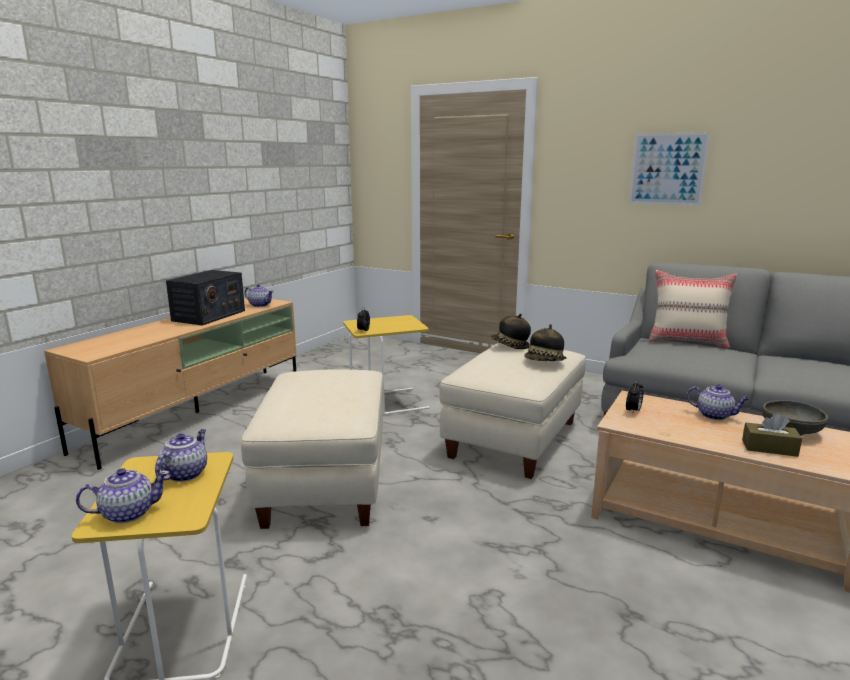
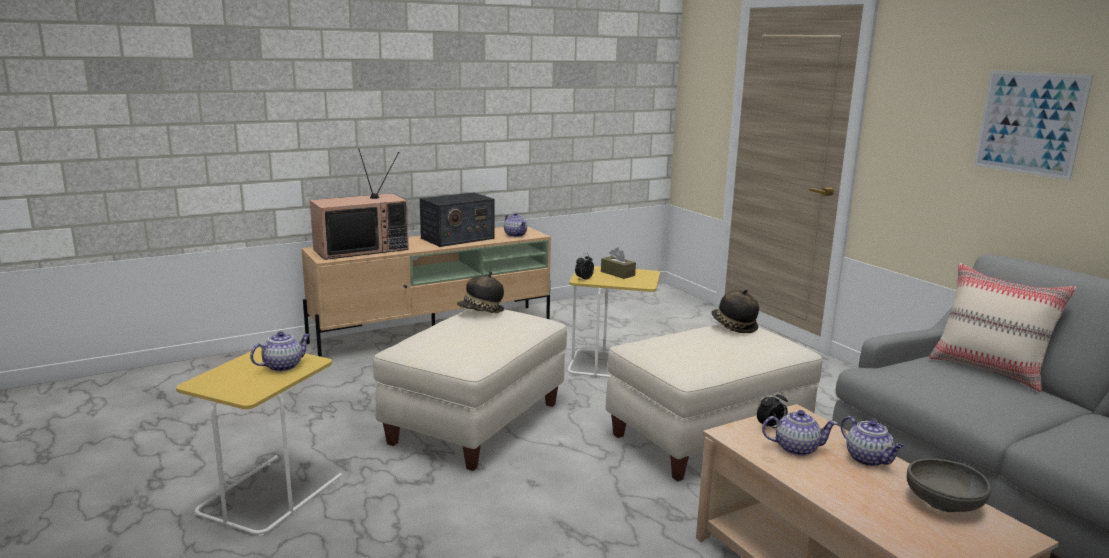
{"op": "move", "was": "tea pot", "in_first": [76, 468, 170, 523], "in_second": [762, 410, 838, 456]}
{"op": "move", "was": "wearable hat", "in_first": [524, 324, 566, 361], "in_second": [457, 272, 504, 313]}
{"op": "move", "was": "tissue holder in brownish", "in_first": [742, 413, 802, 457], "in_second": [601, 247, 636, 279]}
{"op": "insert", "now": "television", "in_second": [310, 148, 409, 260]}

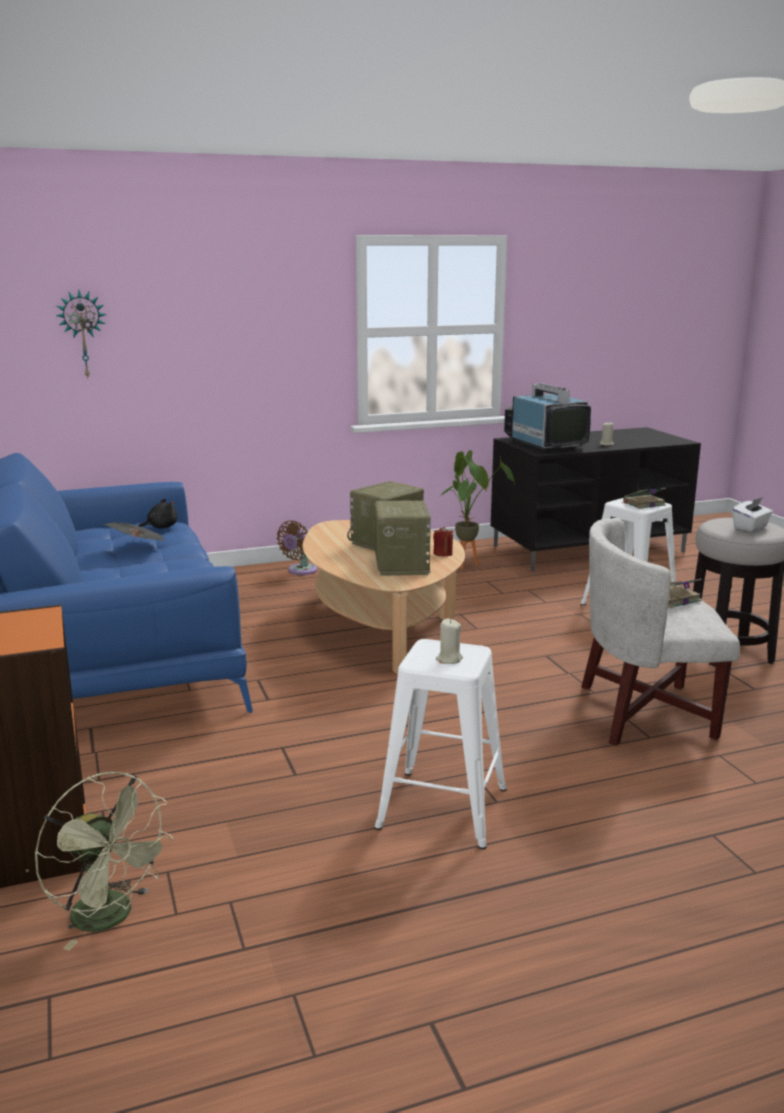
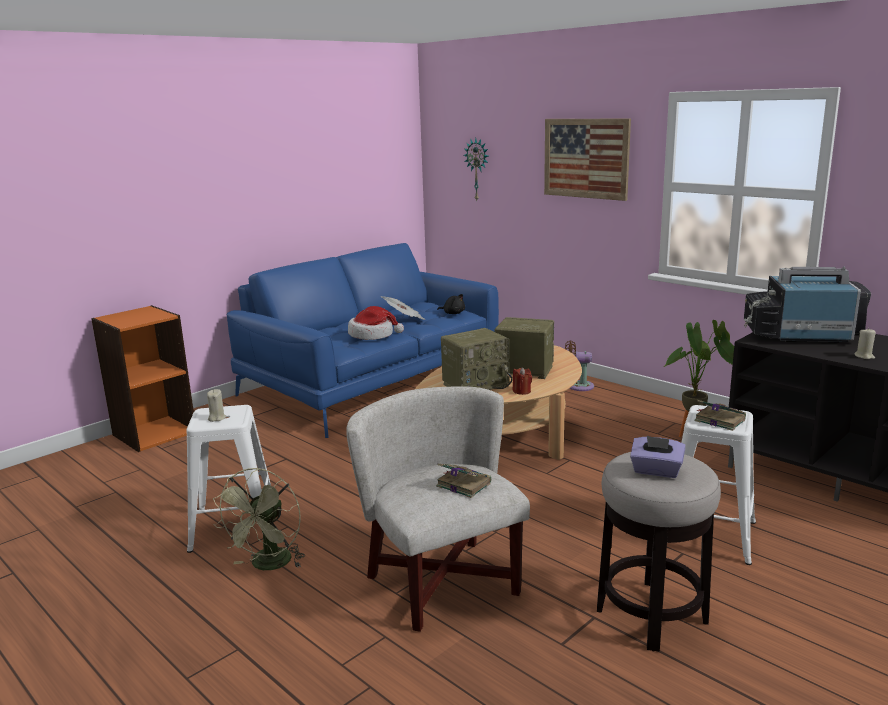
{"op": "move", "was": "cooling fan in green-coloured", "in_first": [34, 772, 173, 950], "in_second": [213, 468, 305, 570]}
{"op": "rotate", "was": "television", "in_first": [504, 383, 591, 451], "in_second": [744, 266, 871, 343], "clockwise": -120}
{"op": "recolor", "was": "tissue holder in whitish", "now": "tissue holder in purple-coloured", "in_first": [732, 497, 773, 532], "in_second": [630, 436, 686, 478]}
{"op": "insert", "now": "wearable hat", "in_second": [348, 306, 404, 340]}
{"op": "insert", "now": "wall picture", "in_second": [544, 119, 631, 201]}

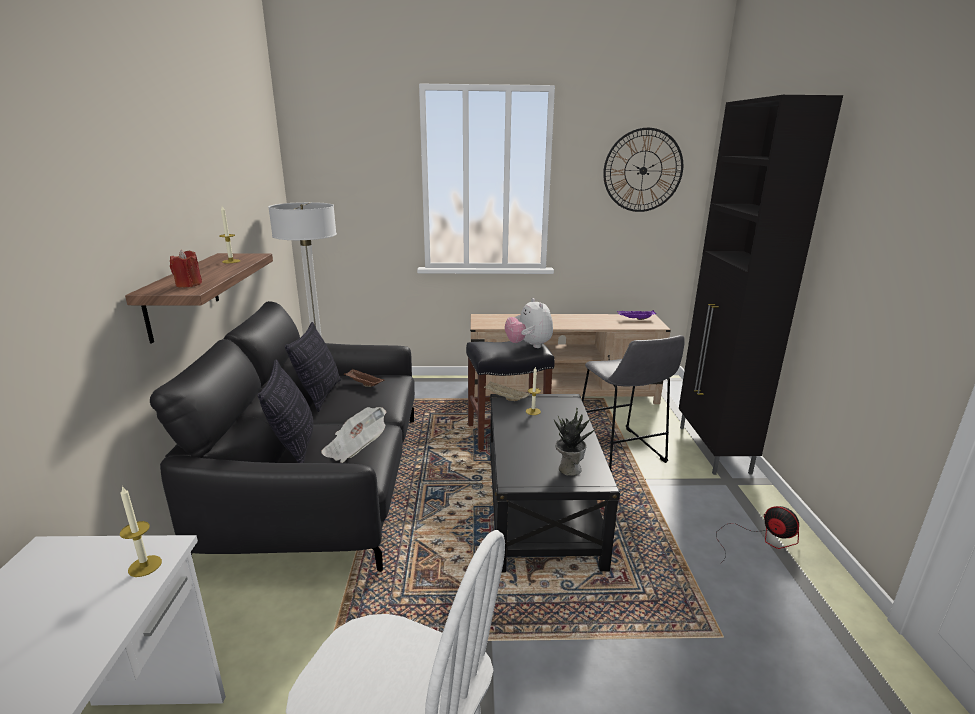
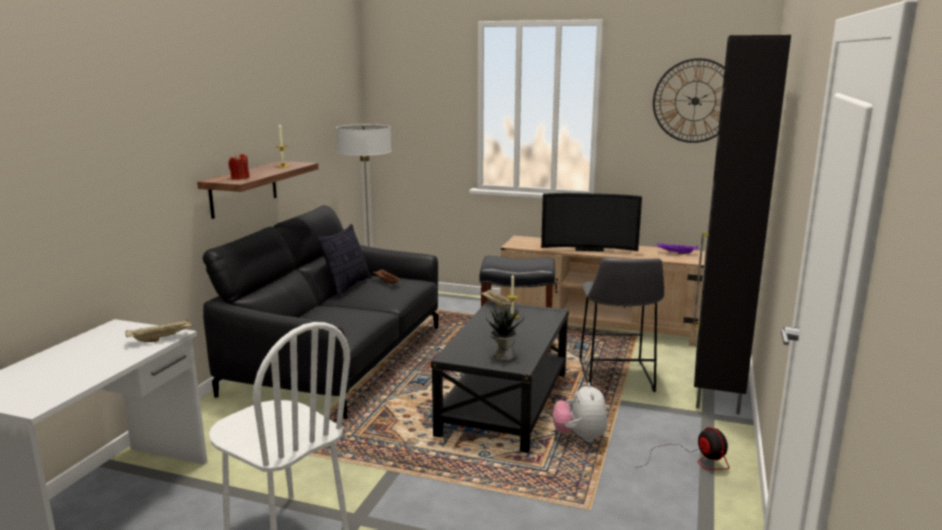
{"op": "replace", "was": "wax light", "now": "tray in beige", "in_first": [120, 486, 162, 577], "in_second": [125, 319, 193, 342]}
{"op": "delete", "was": "cushion", "in_first": [258, 359, 313, 463]}
{"op": "delete", "was": "daily paper", "in_first": [321, 407, 387, 463]}
{"op": "move", "was": "plush toy", "in_first": [505, 298, 553, 348], "in_second": [553, 382, 608, 442]}
{"op": "insert", "now": "television", "in_second": [541, 193, 642, 252]}

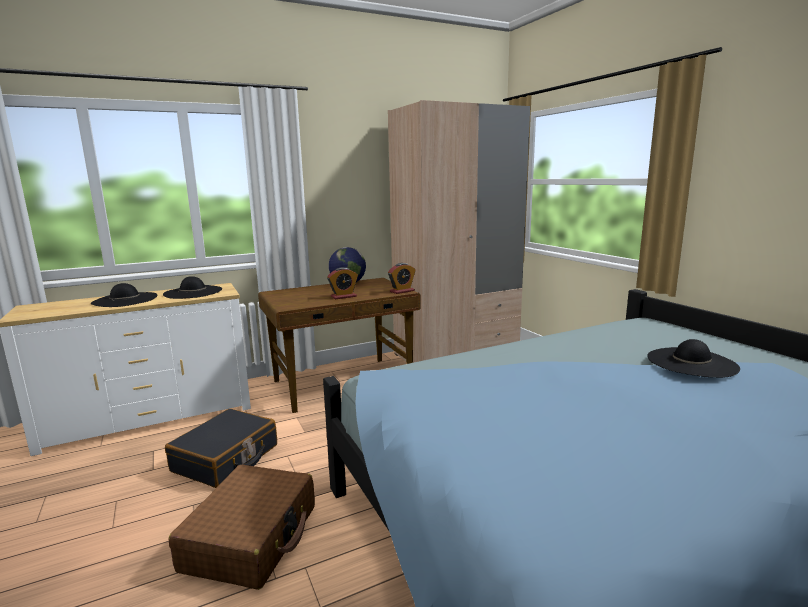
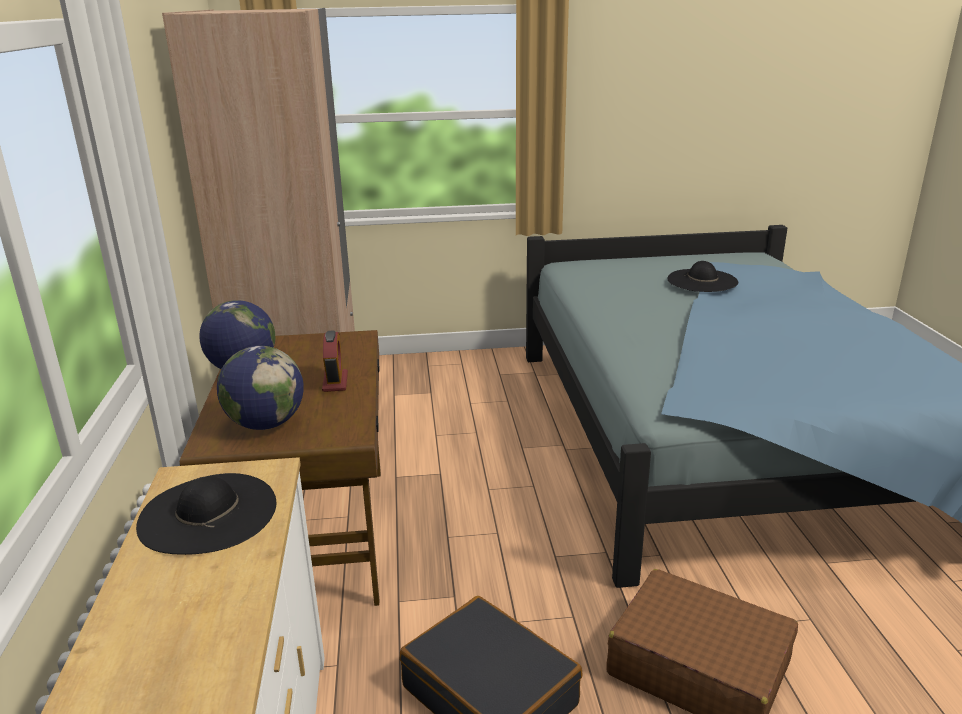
{"op": "delete", "was": "wearable hat in black", "in_first": [91, 283, 158, 307]}
{"op": "delete", "was": "table clock", "in_first": [388, 263, 416, 294]}
{"op": "insert", "now": "desk globe", "in_second": [217, 346, 304, 430]}

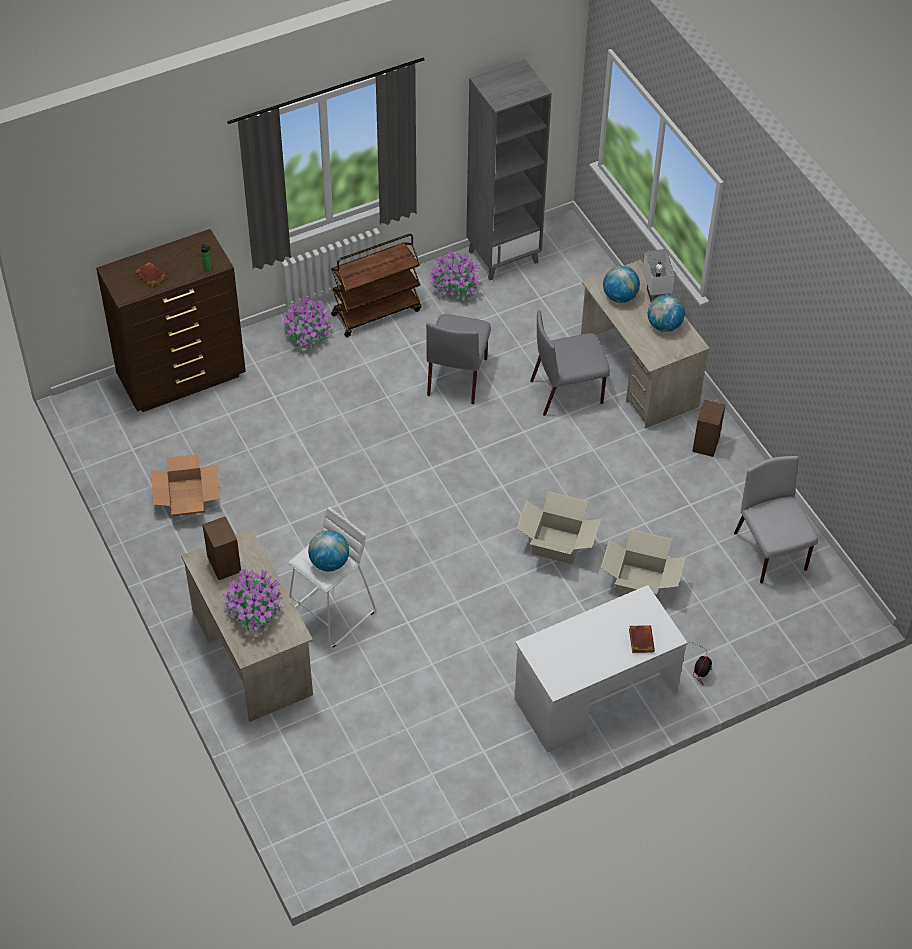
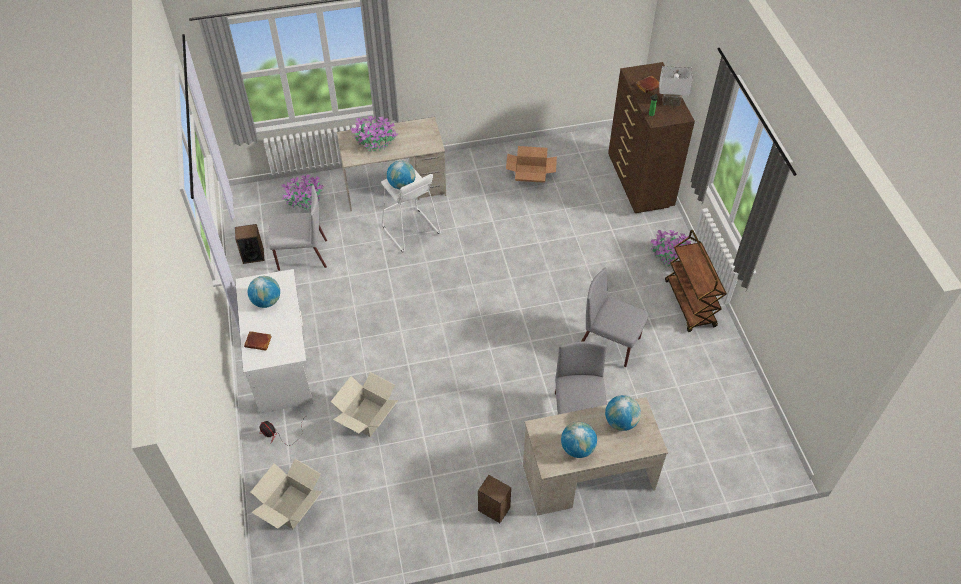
{"op": "move", "was": "loudspeaker", "in_first": [203, 516, 241, 580], "in_second": [235, 224, 264, 264]}
{"op": "move", "was": "plant in a pot", "in_first": [430, 250, 481, 301], "in_second": [281, 174, 324, 210]}
{"op": "delete", "was": "shelving unit in greyish", "in_first": [466, 60, 552, 280]}
{"op": "move", "was": "carton", "in_first": [516, 491, 601, 564], "in_second": [251, 459, 322, 529]}
{"op": "move", "was": "table lamp in whitish", "in_first": [643, 249, 675, 302], "in_second": [659, 66, 692, 106]}
{"op": "move", "was": "plain chair in greyish", "in_first": [734, 456, 818, 583], "in_second": [268, 185, 327, 271]}
{"op": "insert", "now": "desk globe", "in_second": [248, 276, 280, 308]}

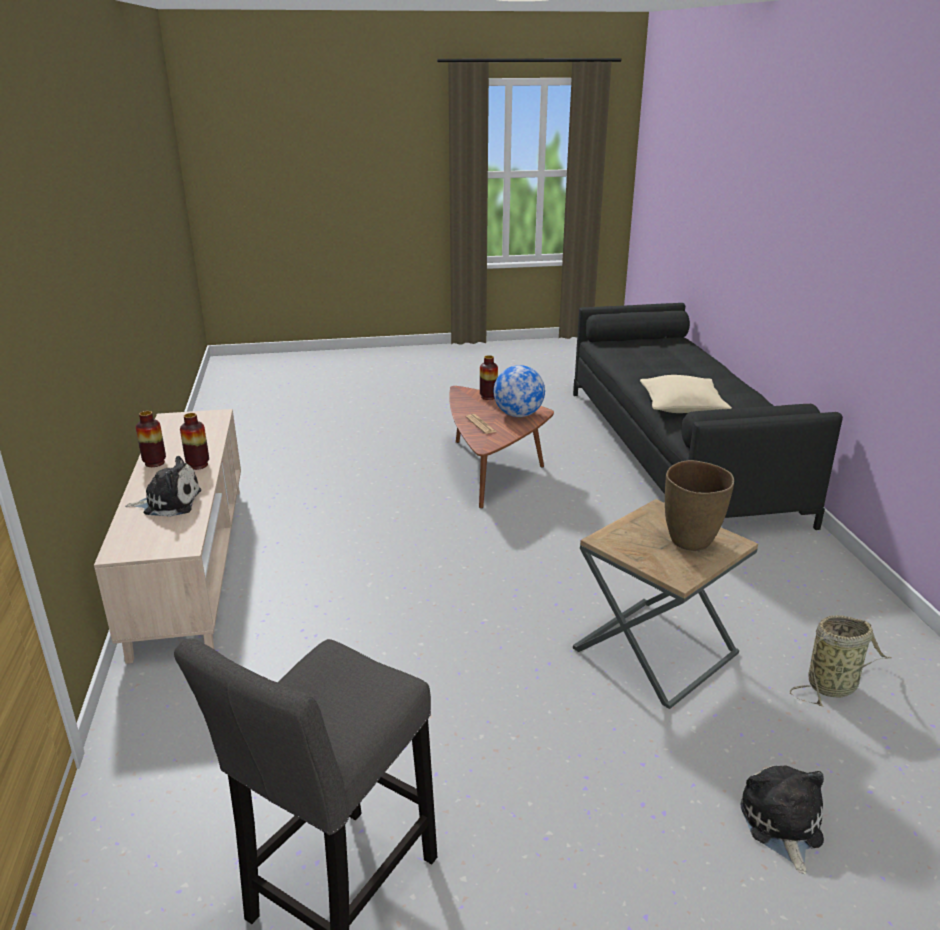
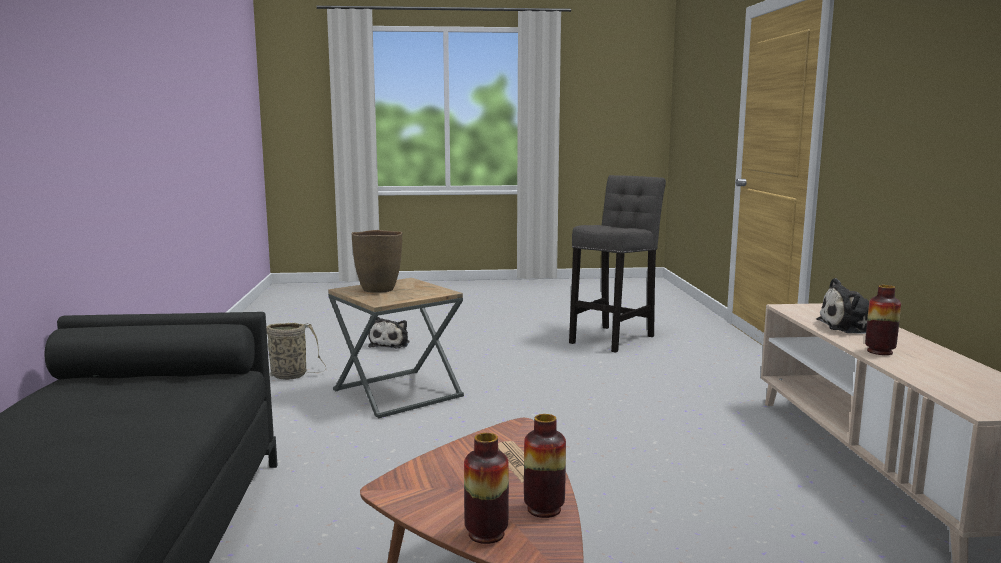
{"op": "move", "was": "vase", "in_first": [136, 411, 166, 467], "in_second": [524, 414, 566, 518]}
{"op": "delete", "was": "desk globe", "in_first": [494, 365, 545, 417]}
{"op": "delete", "was": "cushion in beige", "in_first": [640, 375, 732, 413]}

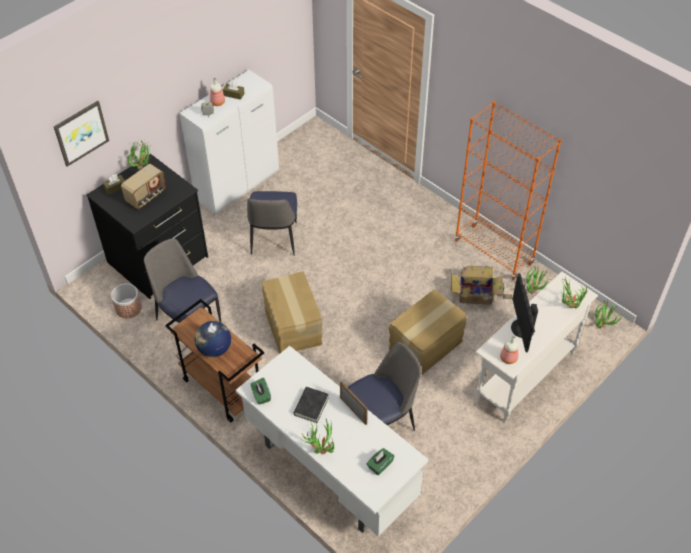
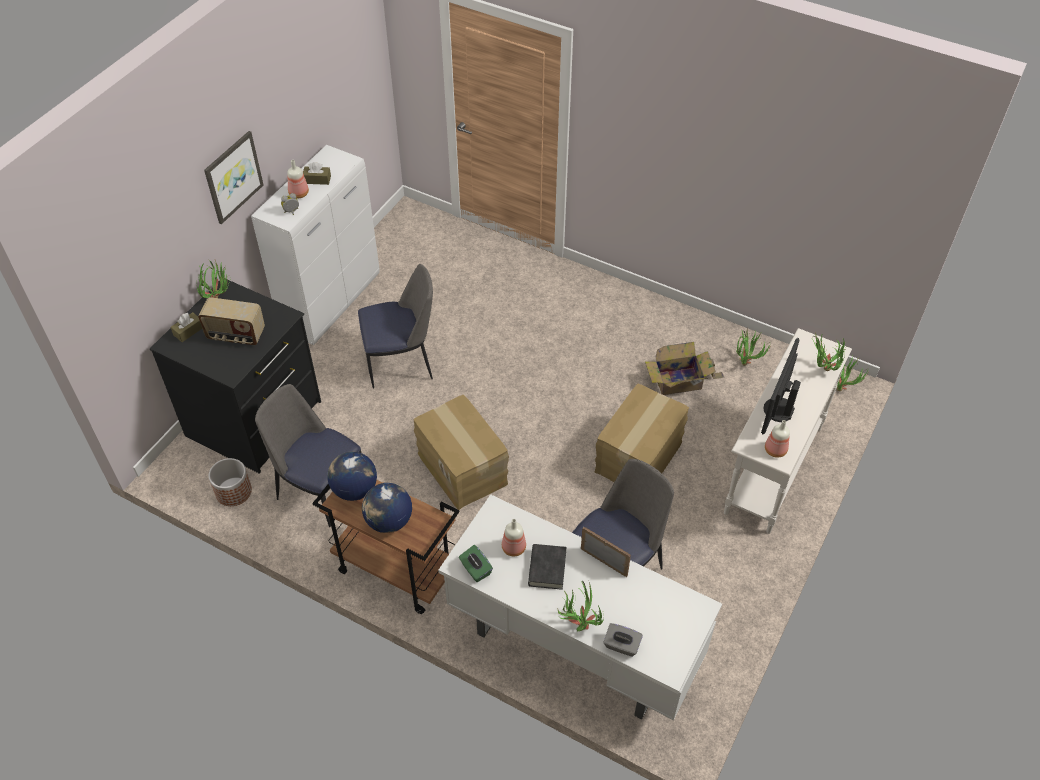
{"op": "move", "was": "wall picture", "in_first": [54, 101, 109, 167], "in_second": [204, 131, 264, 224]}
{"op": "rotate", "was": "radio", "in_first": [121, 164, 166, 209], "in_second": [198, 297, 265, 345], "clockwise": 75}
{"op": "rotate", "was": "plain chair", "in_first": [247, 191, 297, 256], "in_second": [358, 264, 433, 389], "clockwise": -90}
{"op": "delete", "was": "tissue holder in green-coloured", "in_first": [367, 448, 395, 475]}
{"op": "delete", "was": "shelving unit in orange-coloured", "in_first": [455, 101, 561, 280]}
{"op": "rotate", "was": "monitor", "in_first": [511, 273, 538, 353], "in_second": [761, 338, 801, 434], "clockwise": 45}
{"op": "insert", "now": "desk globe", "in_second": [327, 452, 377, 501]}
{"op": "insert", "now": "drink bottle", "in_second": [502, 519, 526, 556]}
{"op": "insert", "now": "tissue holder in greyish", "in_second": [604, 623, 643, 657]}

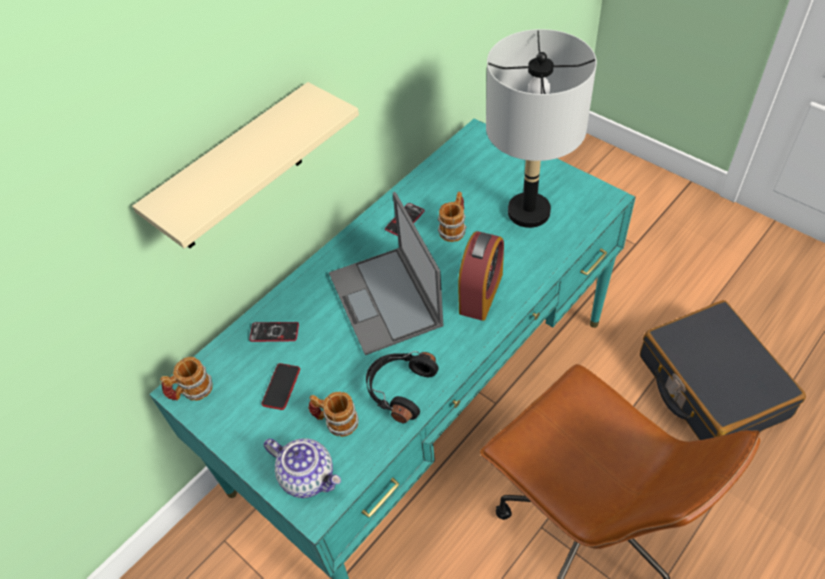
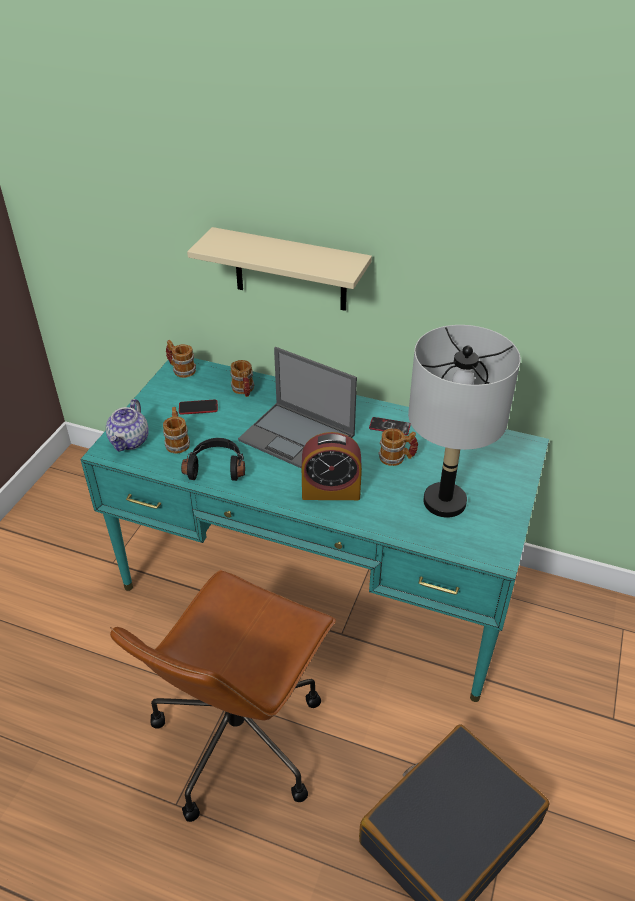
{"op": "replace", "was": "telephone", "now": "mug", "in_first": [249, 322, 299, 342], "in_second": [230, 360, 255, 397]}
{"op": "rotate", "was": "portable computer", "in_first": [329, 192, 444, 355], "in_second": [238, 347, 357, 469], "clockwise": -105}

